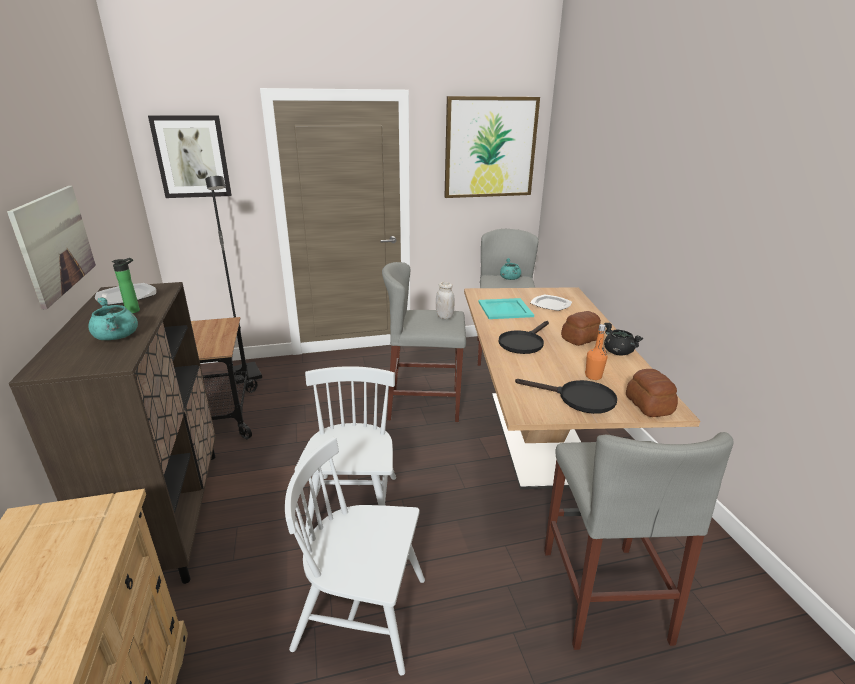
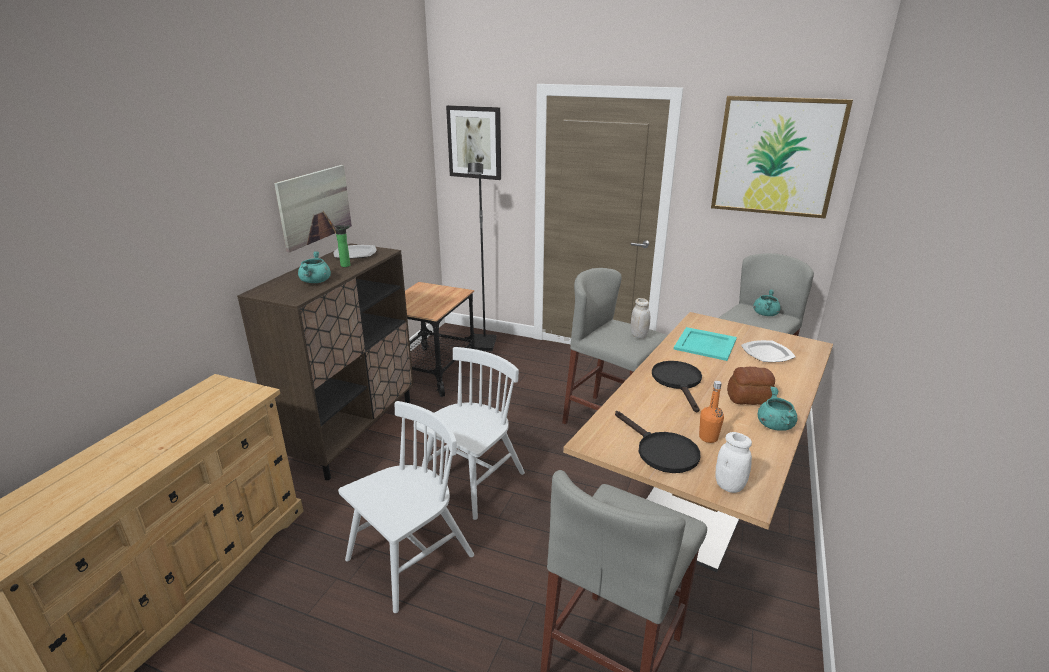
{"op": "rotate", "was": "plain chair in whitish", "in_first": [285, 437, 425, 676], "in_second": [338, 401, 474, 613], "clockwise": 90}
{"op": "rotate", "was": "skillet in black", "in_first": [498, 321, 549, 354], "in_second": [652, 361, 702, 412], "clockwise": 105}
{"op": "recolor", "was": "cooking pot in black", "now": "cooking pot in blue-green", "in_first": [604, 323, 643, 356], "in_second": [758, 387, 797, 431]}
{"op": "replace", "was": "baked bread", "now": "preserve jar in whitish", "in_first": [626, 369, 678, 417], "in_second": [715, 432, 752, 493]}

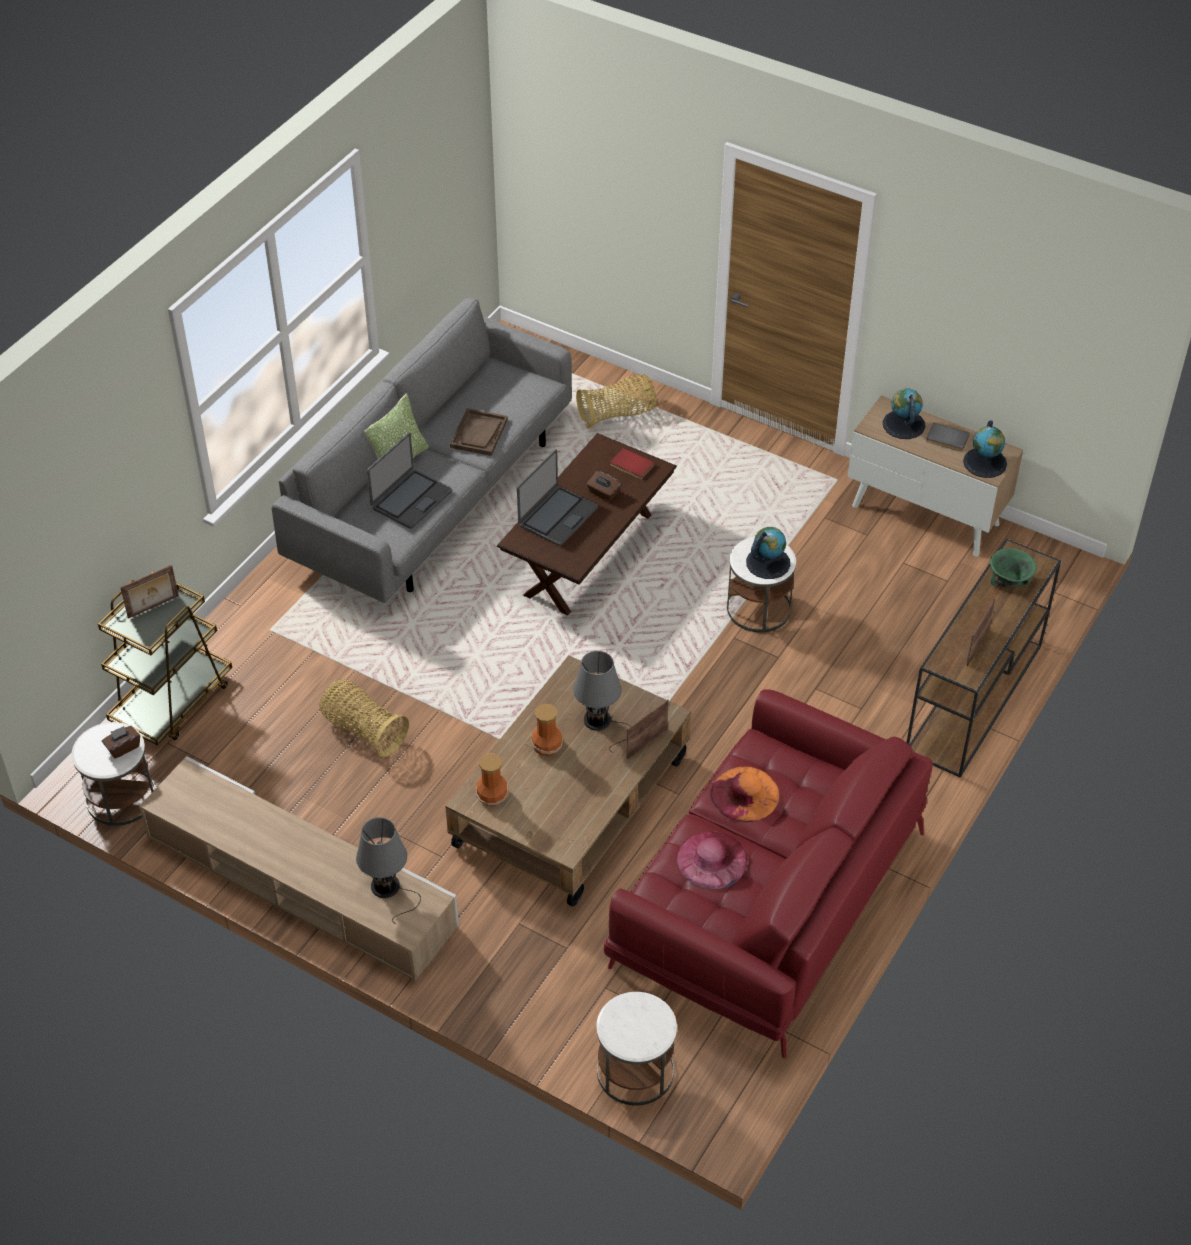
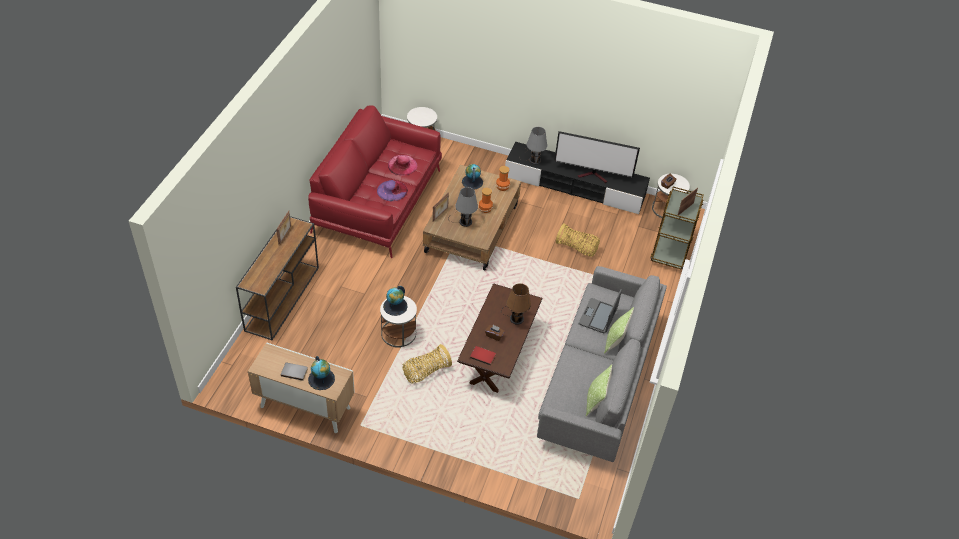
{"op": "recolor", "was": "tv stand in beige", "now": "tv stand in black", "in_first": [139, 756, 459, 981], "in_second": [505, 142, 650, 214]}
{"op": "delete", "was": "tray in brownish", "in_first": [450, 408, 508, 456]}
{"op": "replace", "was": "portable computer", "now": "table lamp in brownish", "in_first": [517, 449, 598, 546], "in_second": [501, 283, 531, 325]}
{"op": "move", "was": "basket", "in_first": [576, 374, 656, 429], "in_second": [402, 344, 452, 383]}
{"op": "recolor", "was": "wearable hat in orange-coloured", "now": "wearable hat in purple-coloured", "in_first": [711, 767, 779, 822], "in_second": [377, 180, 408, 201]}
{"op": "move", "was": "desk globe", "in_first": [963, 420, 1007, 478], "in_second": [462, 164, 483, 189]}
{"op": "delete", "was": "deep dish in green-coloured", "in_first": [990, 548, 1037, 588]}
{"op": "insert", "now": "television", "in_second": [554, 131, 640, 183]}
{"op": "insert", "now": "cushion", "in_second": [586, 364, 612, 417]}

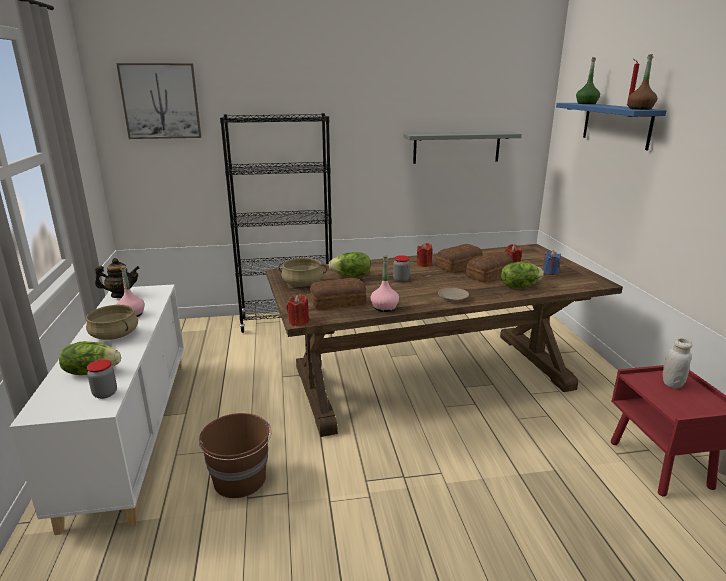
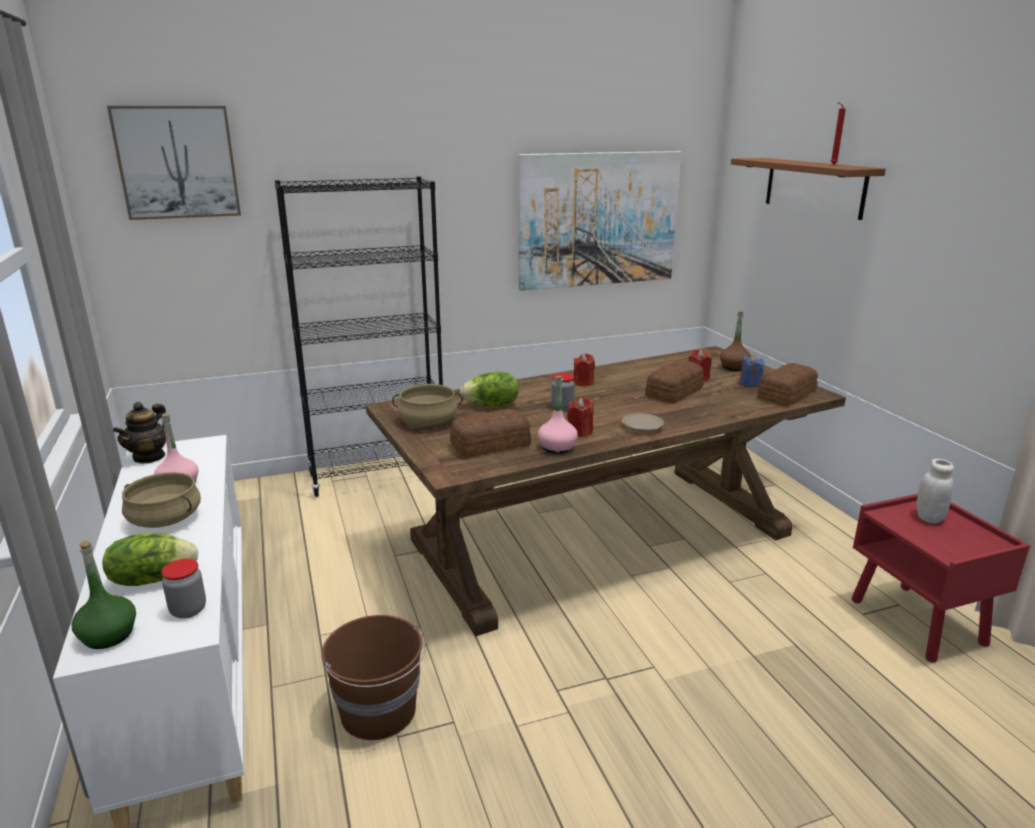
{"op": "rotate", "was": "tea pot", "in_first": [95, 258, 140, 298], "in_second": [113, 402, 166, 463], "clockwise": 135}
{"op": "move", "was": "wax light in reddish", "in_first": [287, 295, 309, 326], "in_second": [567, 398, 593, 437]}
{"op": "replace", "was": "shelf in greyish", "now": "wall picture", "in_first": [403, 131, 522, 164], "in_second": [519, 151, 681, 291]}
{"op": "move", "was": "baked bread", "in_first": [436, 244, 483, 272], "in_second": [757, 363, 818, 406]}
{"op": "delete", "was": "lettuce head", "in_first": [501, 262, 544, 288]}
{"op": "recolor", "was": "shelf in blue-coloured", "now": "shelf in brownish", "in_first": [556, 103, 666, 150], "in_second": [731, 158, 886, 220]}
{"op": "move", "was": "drink bottle in green-coloured", "in_first": [576, 57, 600, 104], "in_second": [72, 541, 136, 649]}
{"op": "move", "was": "drink bottle in brownish", "in_first": [628, 54, 657, 110], "in_second": [720, 311, 751, 371]}

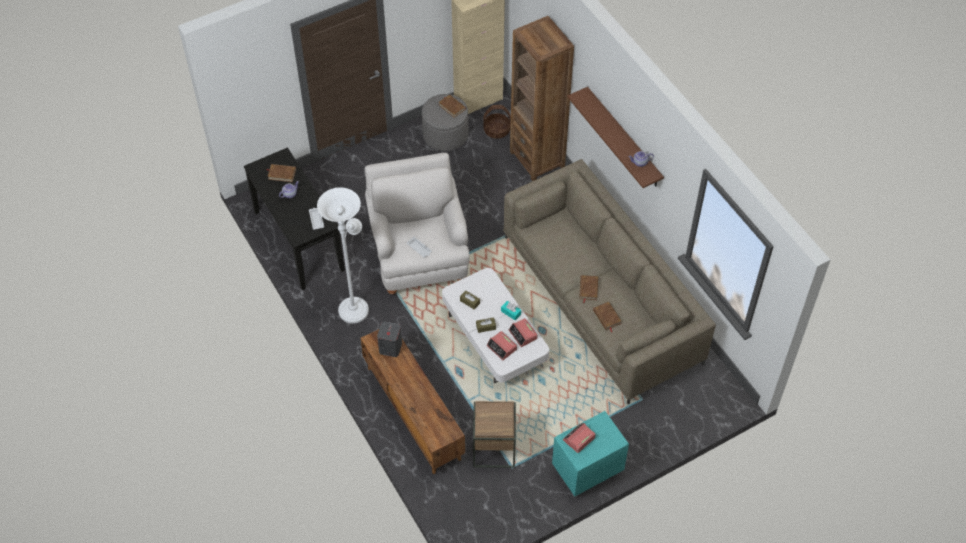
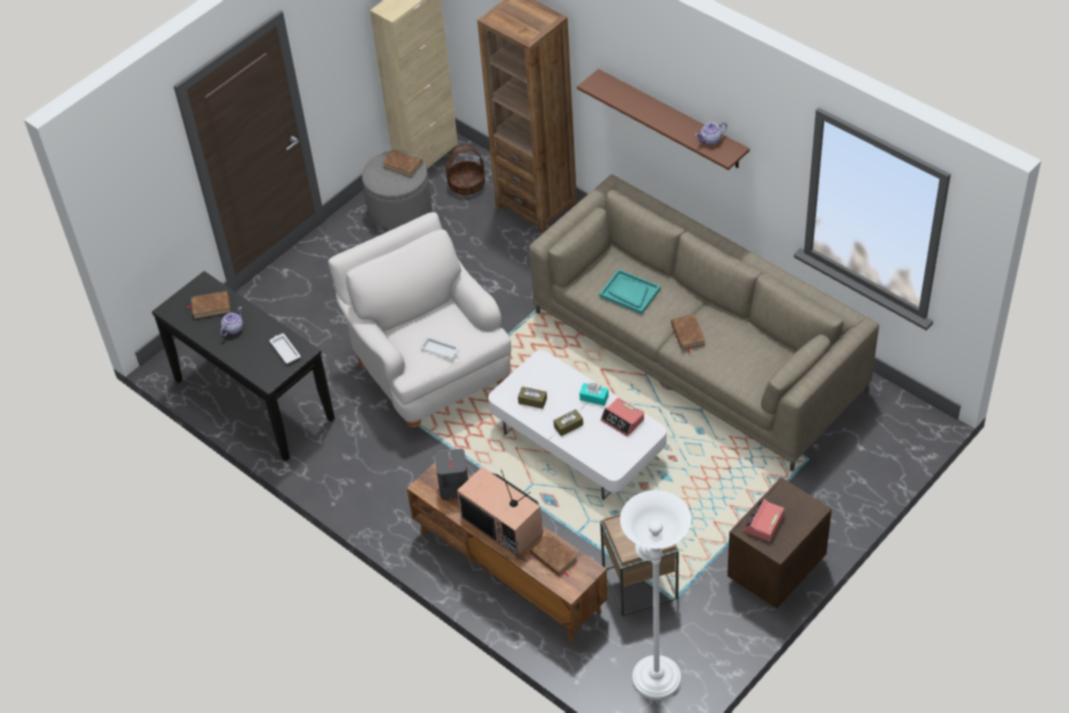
{"op": "move", "was": "standard lamp in whitish", "in_first": [317, 187, 369, 324], "in_second": [620, 490, 691, 700]}
{"op": "delete", "was": "table clock", "in_first": [487, 331, 517, 360]}
{"op": "recolor", "was": "nightstand in blue-green", "now": "nightstand in brownish", "in_first": [552, 411, 629, 496], "in_second": [727, 477, 832, 609]}
{"op": "move", "was": "book in brownish", "in_first": [593, 302, 621, 332], "in_second": [530, 534, 577, 577]}
{"op": "insert", "now": "television", "in_second": [457, 467, 543, 557]}
{"op": "insert", "now": "tray in blue-green", "in_second": [599, 269, 661, 314]}

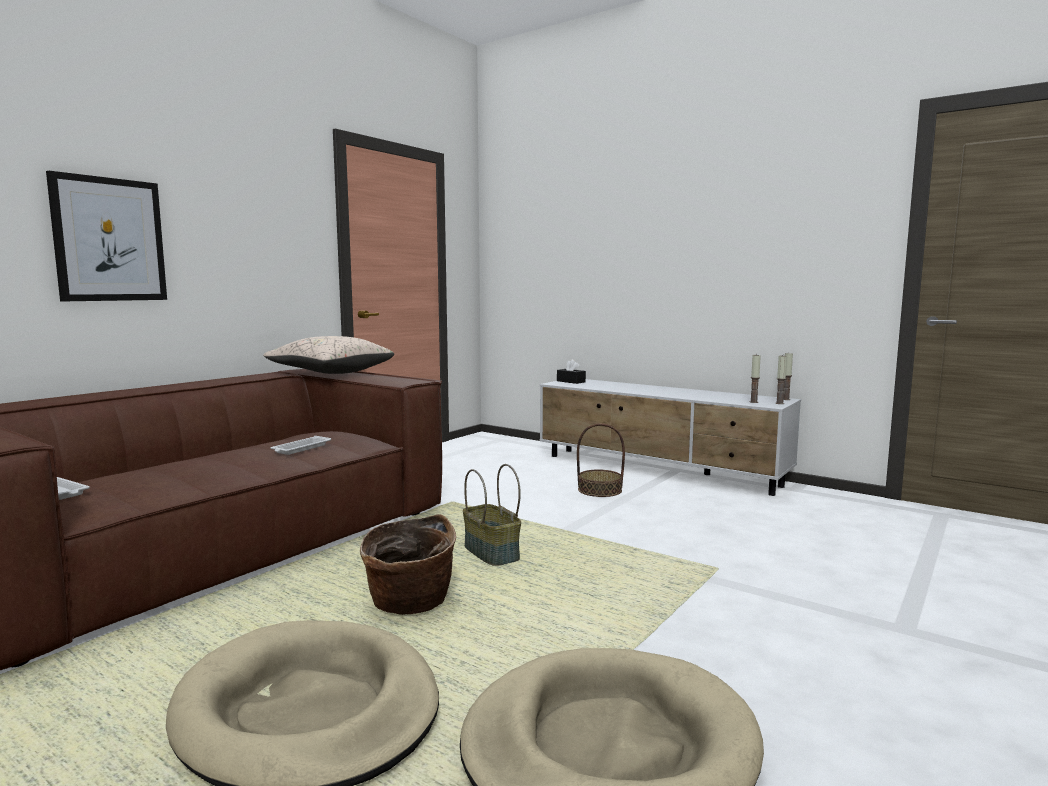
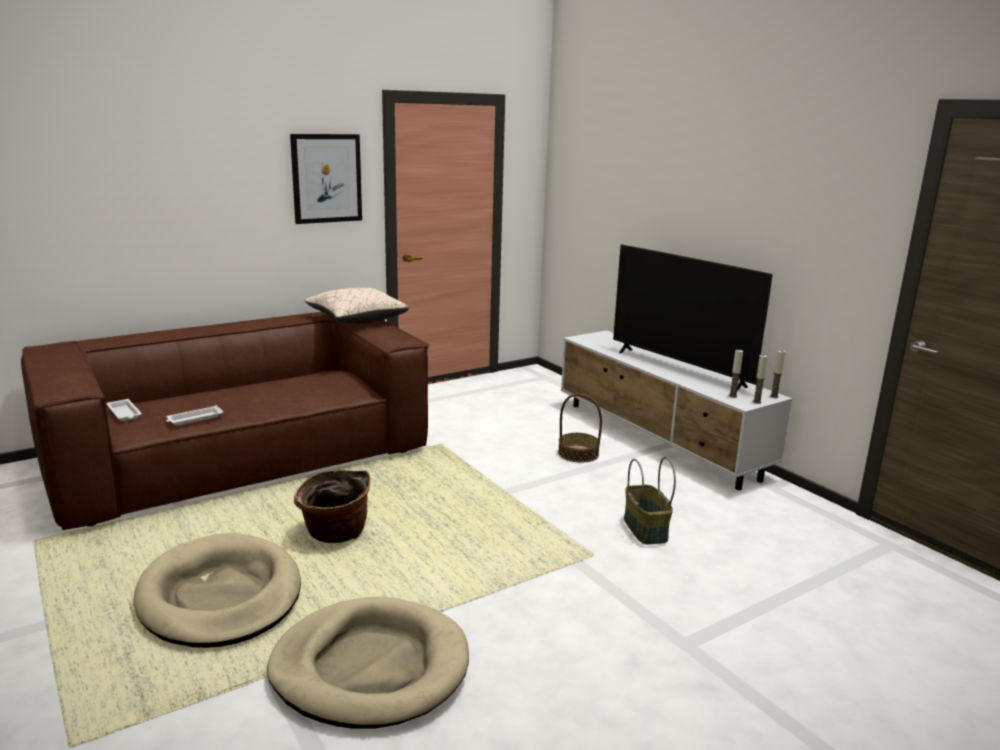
{"op": "move", "was": "wall picture", "in_first": [46, 171, 167, 301], "in_second": [290, 134, 362, 224]}
{"op": "move", "was": "tray in whitish", "in_first": [270, 436, 331, 455], "in_second": [167, 405, 224, 426]}
{"op": "move", "was": "basket", "in_first": [463, 464, 521, 566], "in_second": [624, 457, 676, 545]}
{"op": "delete", "was": "tissue holder in black", "in_first": [557, 359, 586, 384]}
{"op": "insert", "now": "television", "in_second": [613, 245, 773, 391]}

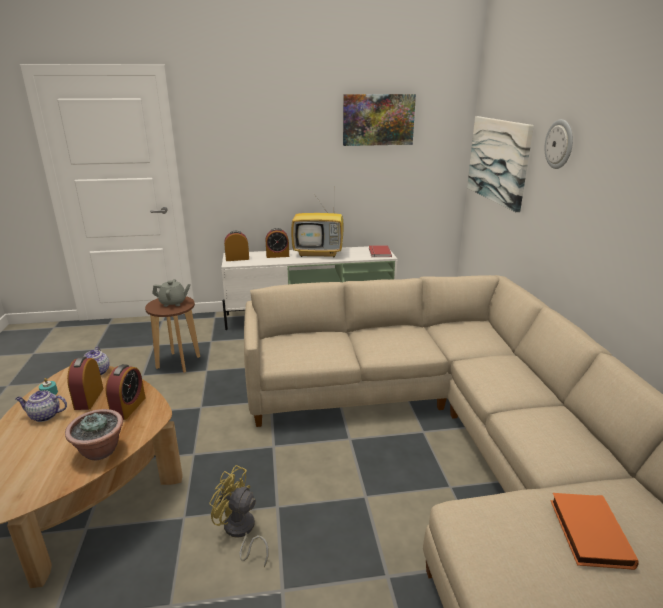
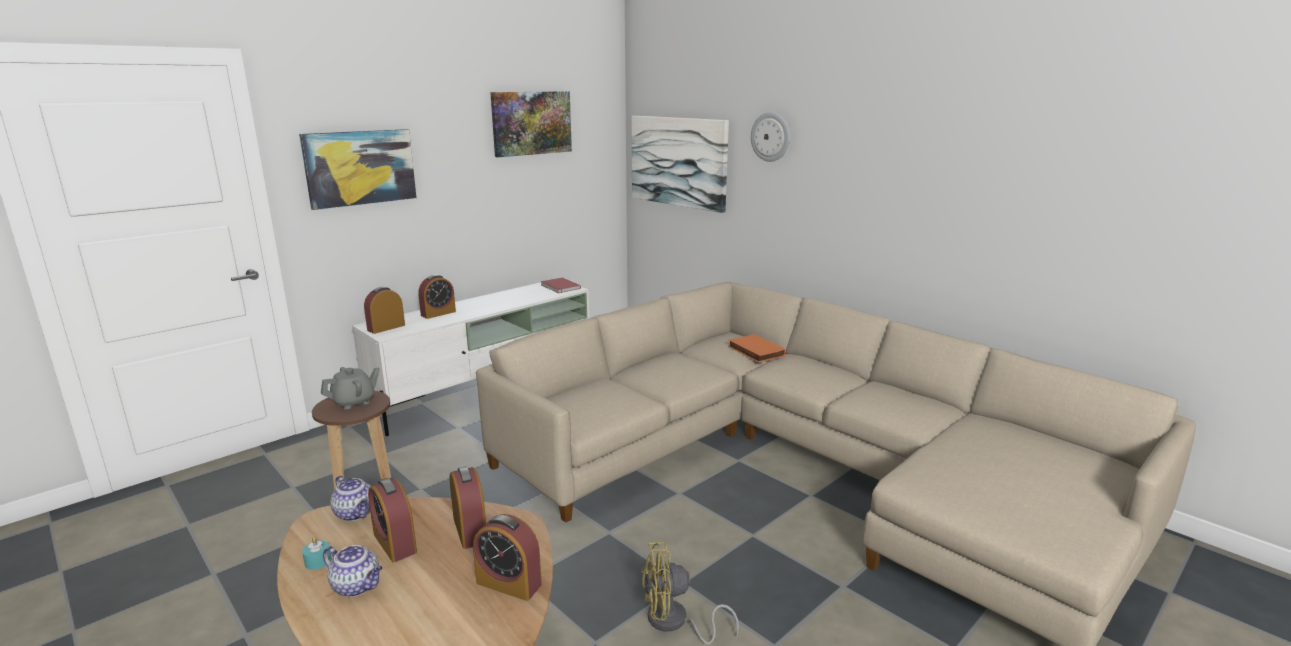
{"op": "rotate", "was": "tea pot", "in_first": [15, 390, 67, 422], "in_second": [323, 545, 383, 597], "clockwise": -120}
{"op": "replace", "was": "plant in a pot", "now": "table clock", "in_first": [65, 409, 123, 460], "in_second": [473, 514, 542, 601]}
{"op": "delete", "was": "television", "in_first": [291, 191, 344, 258]}
{"op": "move", "was": "book in orange-coloured", "in_first": [551, 493, 639, 570], "in_second": [728, 334, 786, 363]}
{"op": "insert", "now": "wall picture", "in_second": [299, 129, 417, 210]}

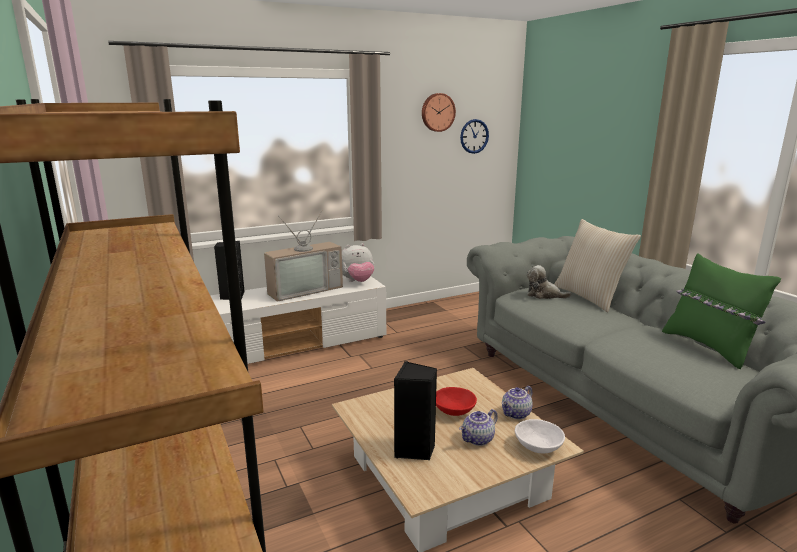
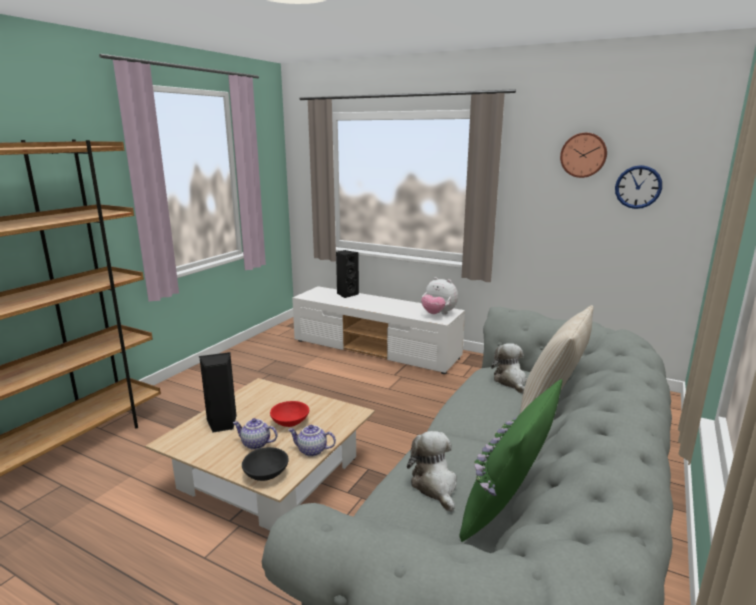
{"op": "delete", "was": "television", "in_first": [264, 210, 343, 302]}
{"op": "recolor", "was": "deep dish in whitish", "now": "deep dish in black", "in_first": [515, 419, 565, 453], "in_second": [242, 447, 289, 481]}
{"op": "insert", "now": "plush toy", "in_second": [407, 431, 457, 512]}

